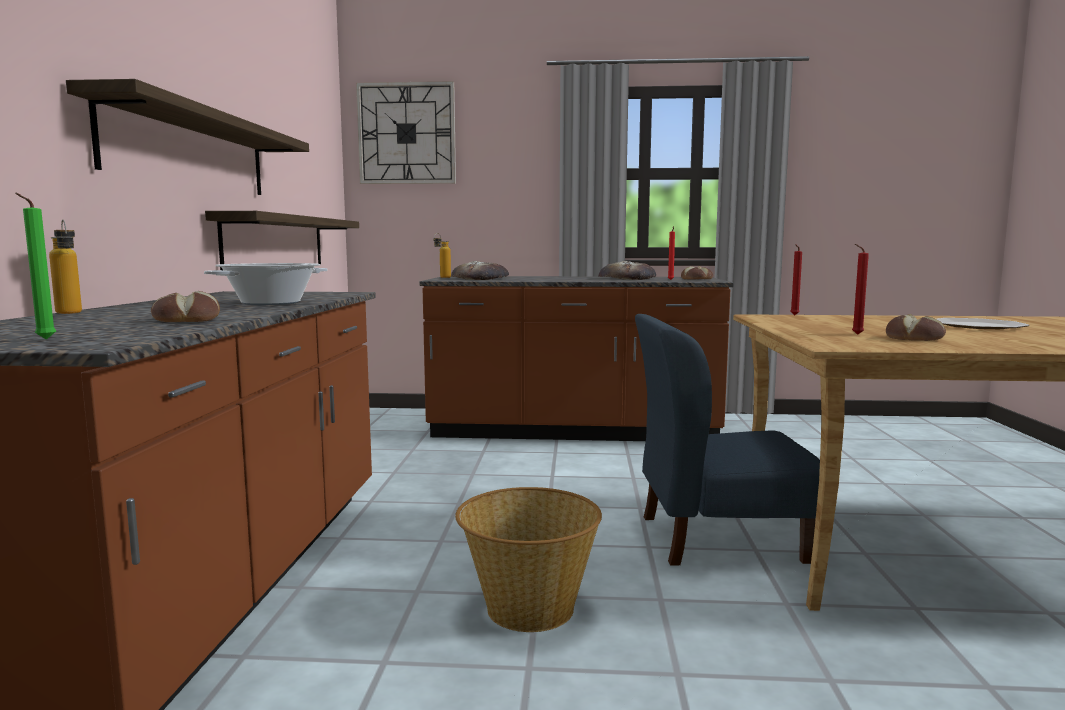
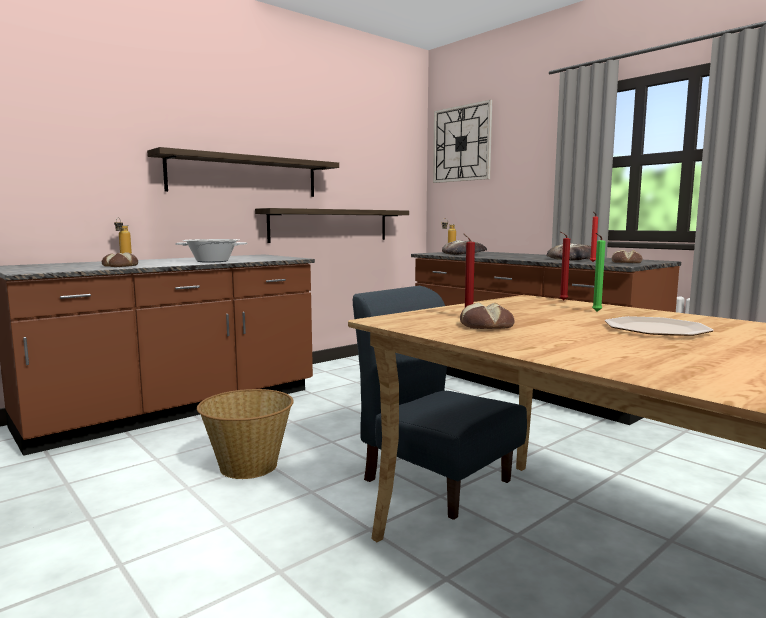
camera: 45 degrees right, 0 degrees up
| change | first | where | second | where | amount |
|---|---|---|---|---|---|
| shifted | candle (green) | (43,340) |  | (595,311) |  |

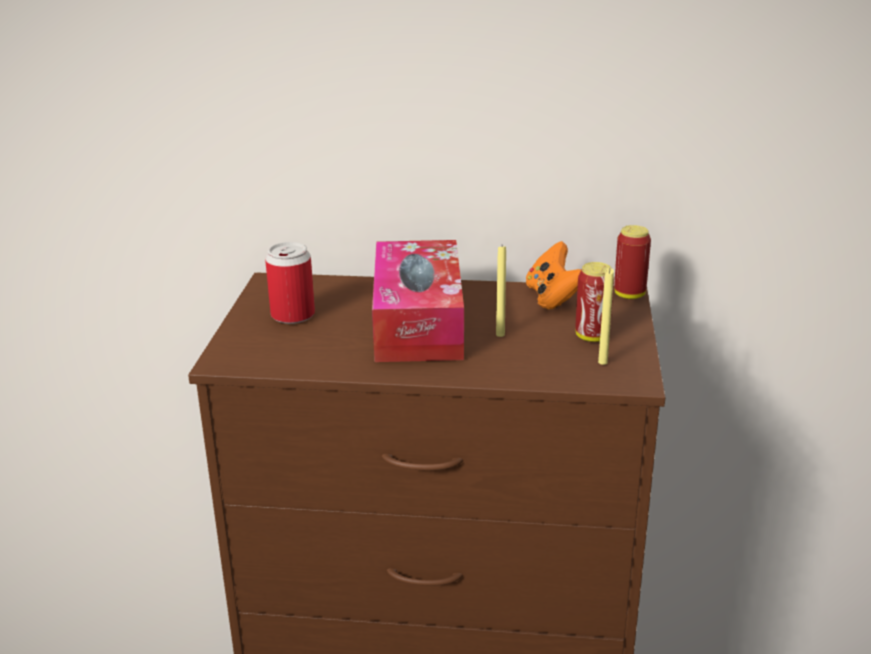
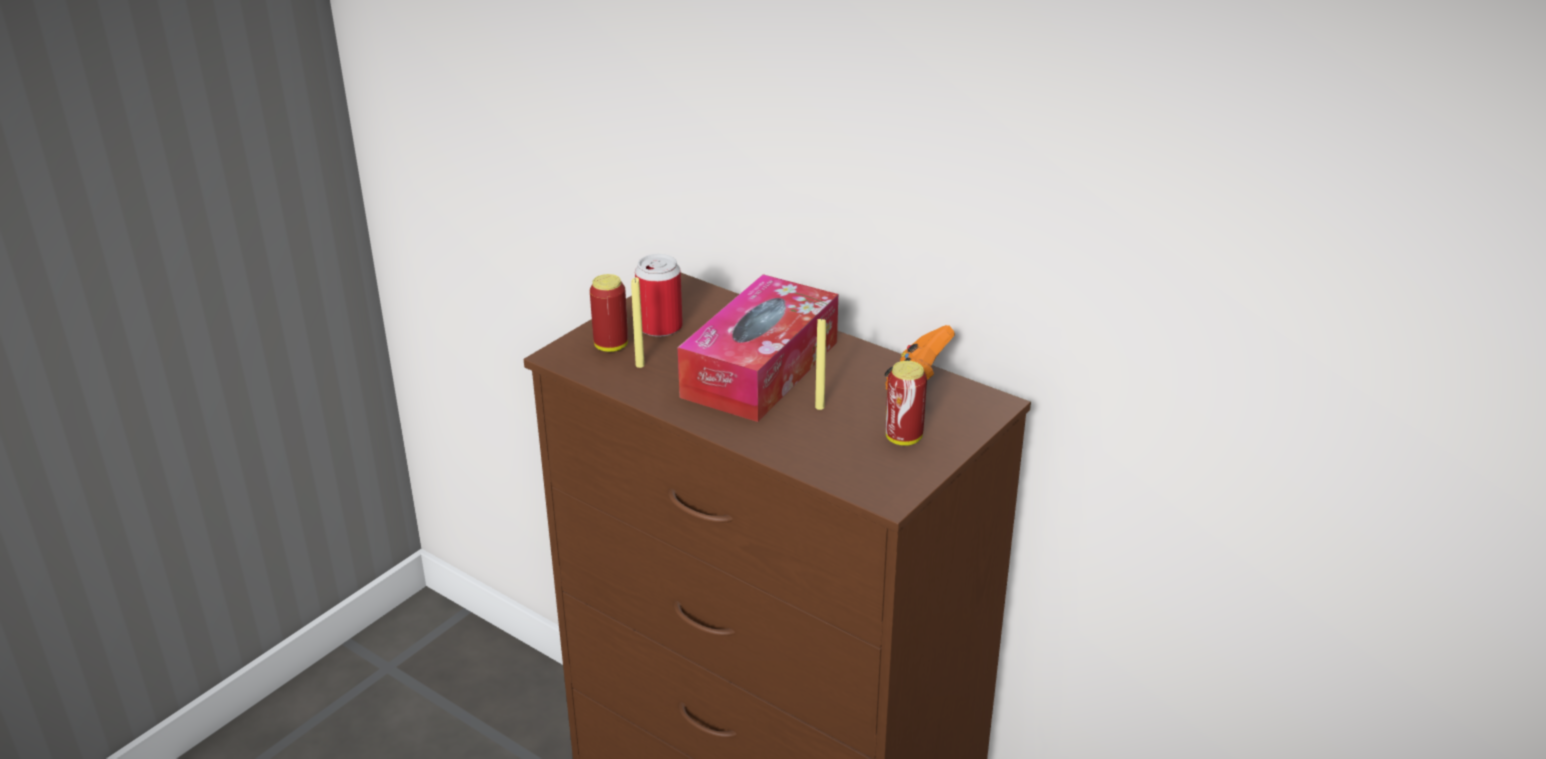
camera: 30 degrees right, 5 degrees up
| change | first | where | second | where | amount |
|---|---|---|---|---|---|
| shifted | metal can | (629,295) |  | (611,346) |  |
| shifted | candle (yellow) | (602,362) |  | (640,365) |  |

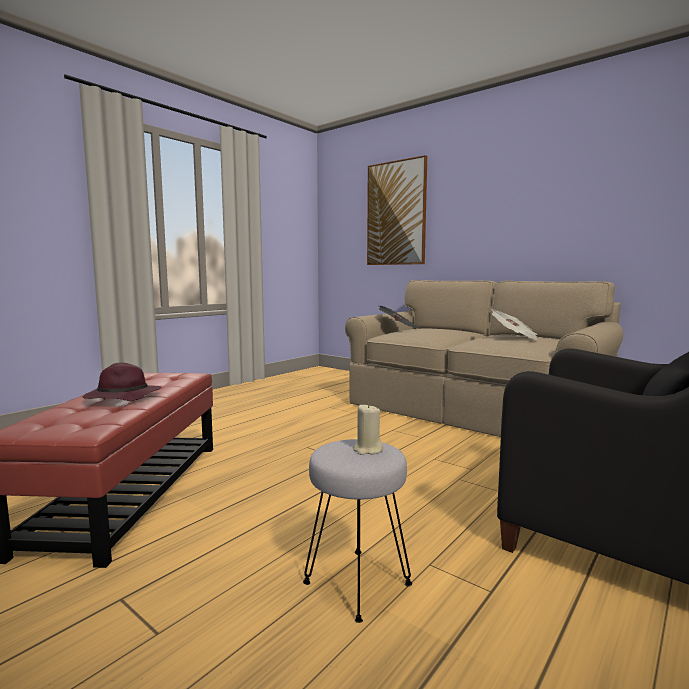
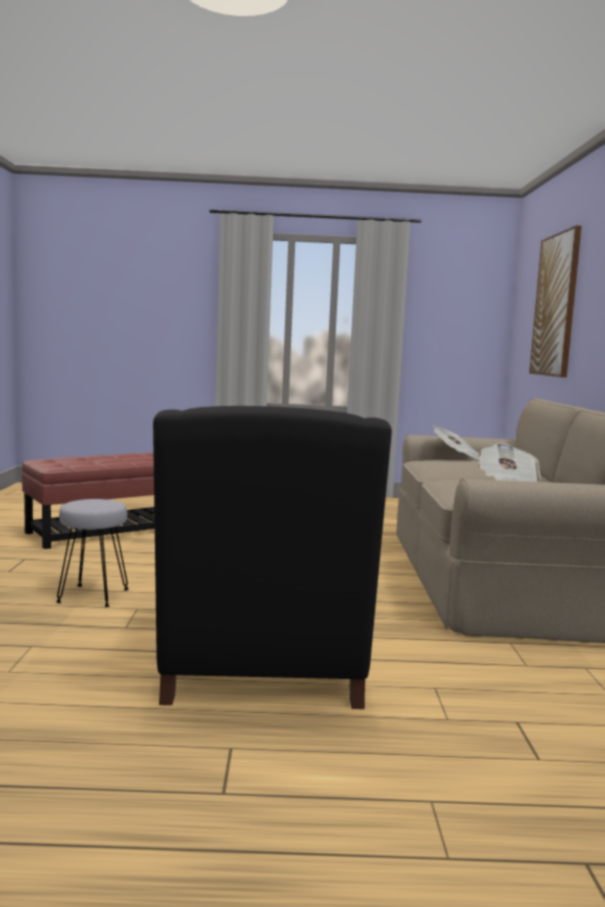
camera: 50 degrees right, 0 degrees up
| change | first | where | second | where | amount |
|---|---|---|---|---|---|
| gone | clothing hat (purple) | (122,397) |  |  |  |
| gone | candle (sand-coloured) | (367,450) |  |  |  |

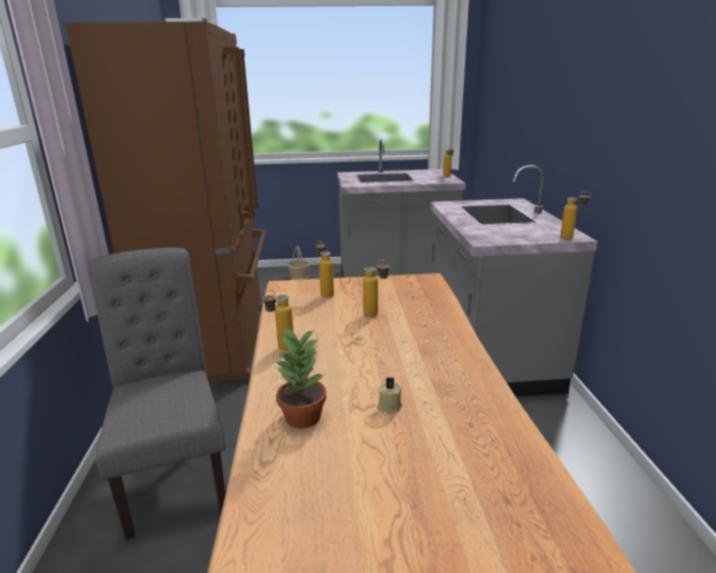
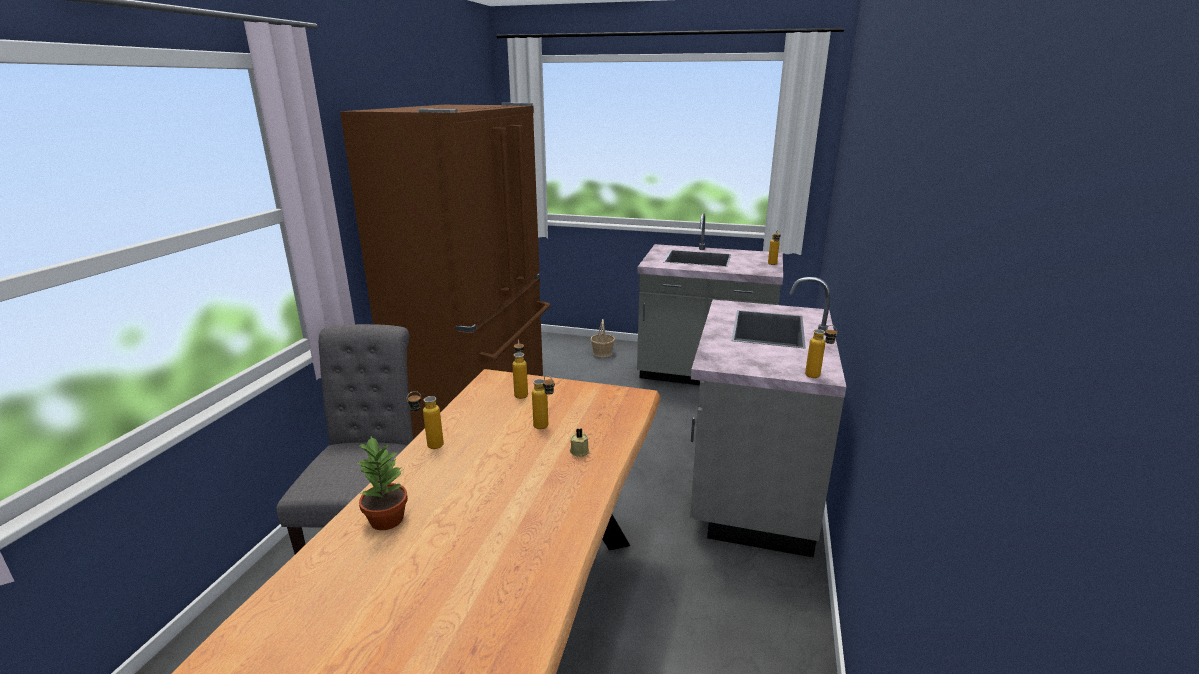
camera: 20 degrees right, 0 degrees up
| change | first | where | second | where | amount |
|---|---|---|---|---|---|
| shifted | candle (sand-coloured) | (389,405) |  | (580,451) |  |

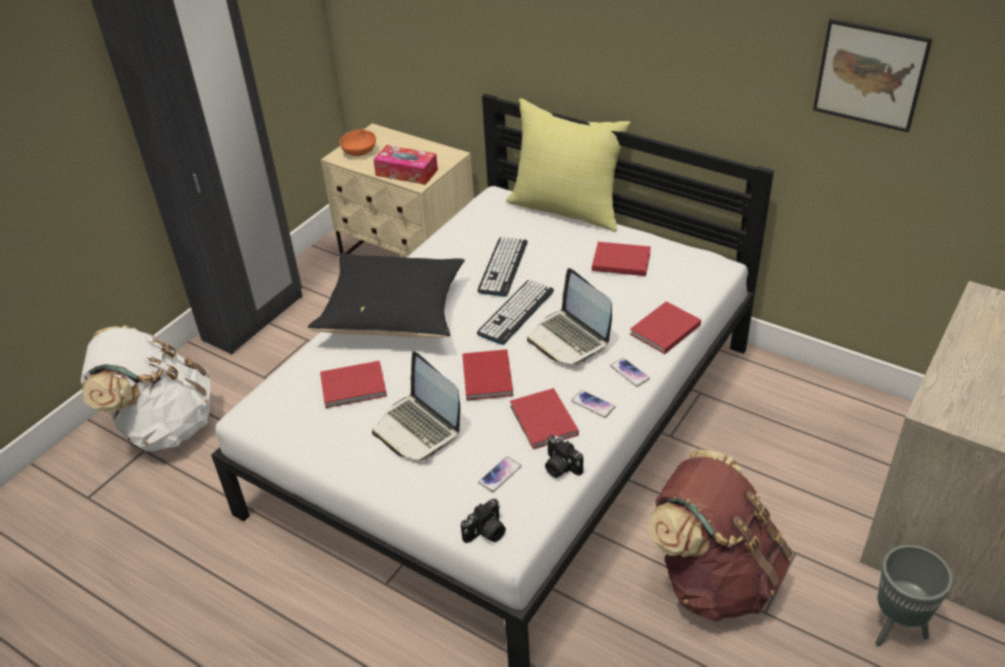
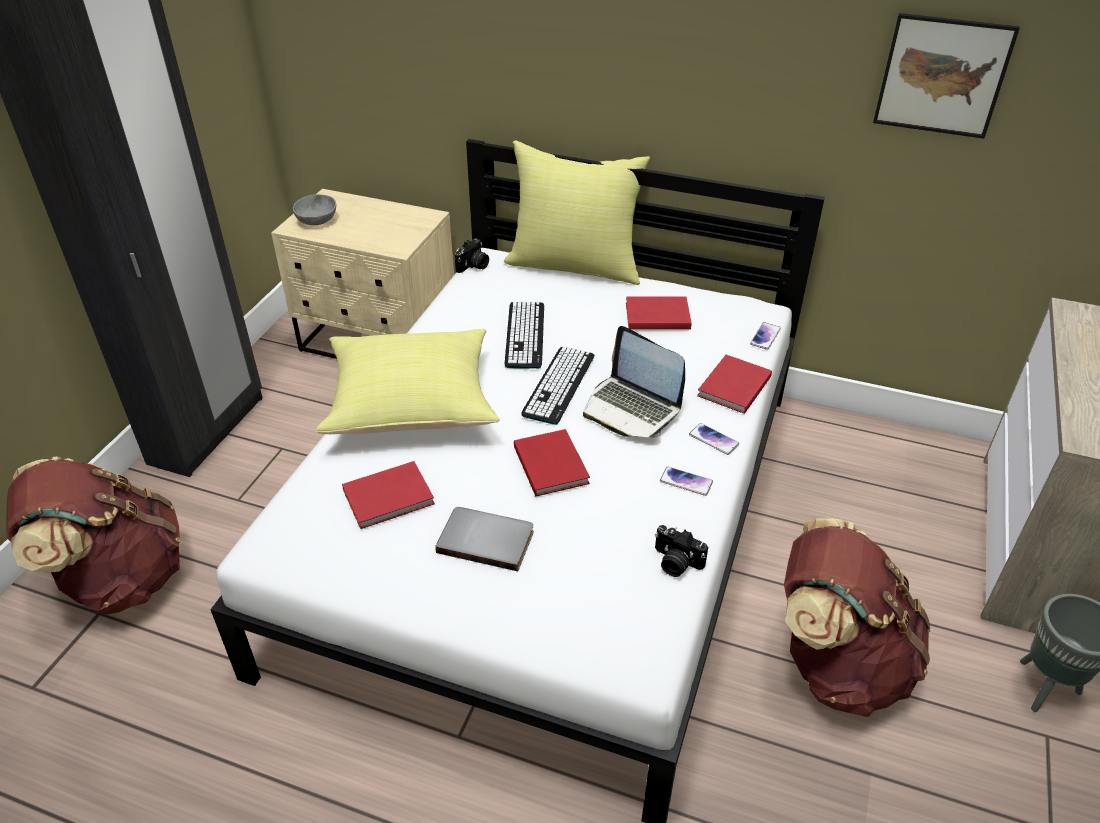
camera: 15 degrees left, 0 degrees up
| change | first | where | second | where | amount |
|---|---|---|---|---|---|
| repainted | rucksack (white-coloured) | (164,426) | rucksack (brown-coloured) | (119,578) |  |
| repainted | bowl (orange) | (360,152) | bowl (grey) | (317,221) |  |
| repainted | throw pillow (black) | (394,315) | throw pillow (yellow) | (413,404) |  |
| swapped | notebook computer | (418,428) | book (grey) | (487,539) |  |
| shifted | photo camera | (486,533) |  | (473,266) |  |
| shifted | phone | (500,475) |  | (765,336) |  |
| gone | box of tissues | (406,172) |  |  |  |
| gone | book (red-coloured) | (543,422) |  |  |  |

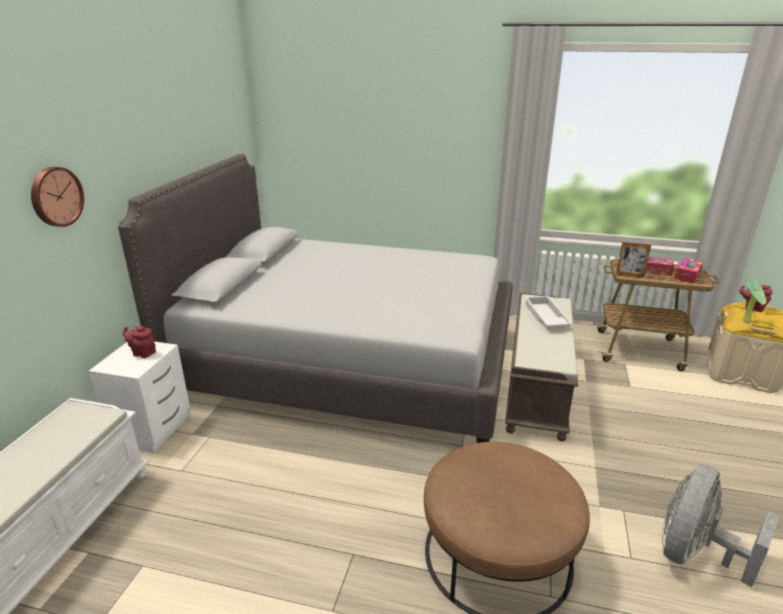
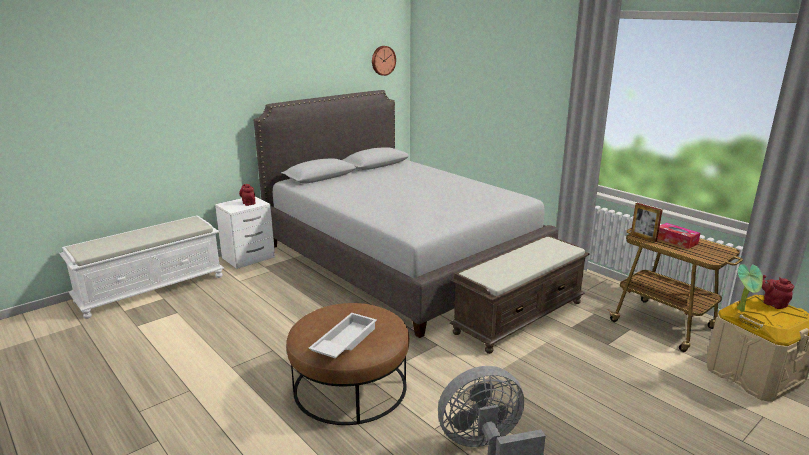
camera: 35 degrees right, 5 degrees down
| change | first | where | second | where | amount |
|---|---|---|---|---|---|
| shifted | carrying tray (white-coloured) | (545,317) |  | (344,341) |  |
| shifted | wall clock | (55,196) |  | (383,60) |  |
| gone | box of tissues | (687,275) |  |  |  |

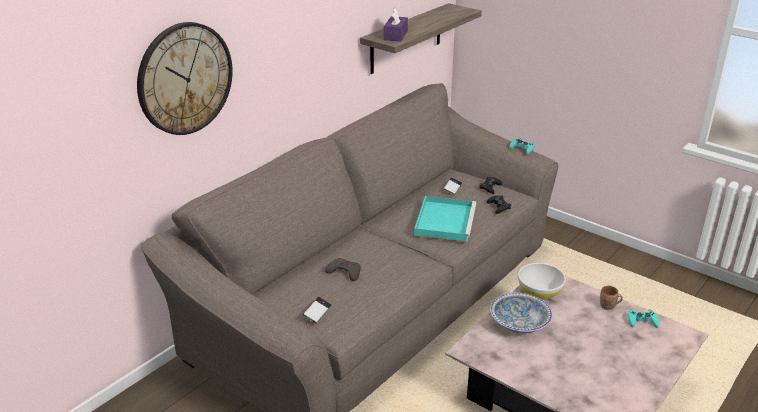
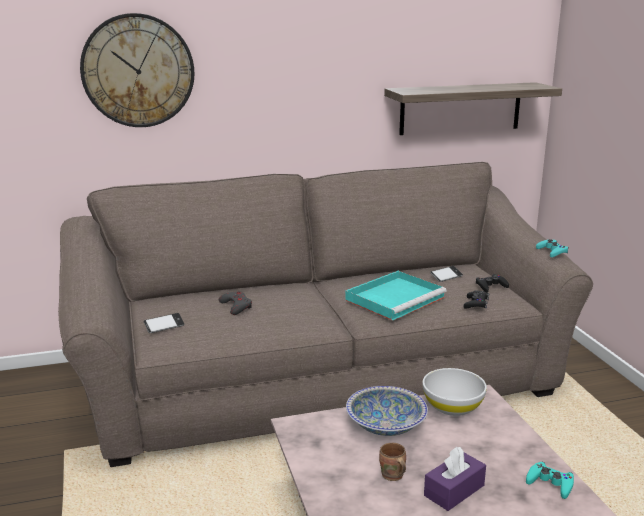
camera: 35 degrees right, 10 degrees down
| change | first | where | second | where | amount |
|---|---|---|---|---|---|
| shifted | mug (brown-coloured) | (608,307) |  | (392,476) |  |
| shifted | box of tissues (purple) | (395,35) |  | (454,490) |  |

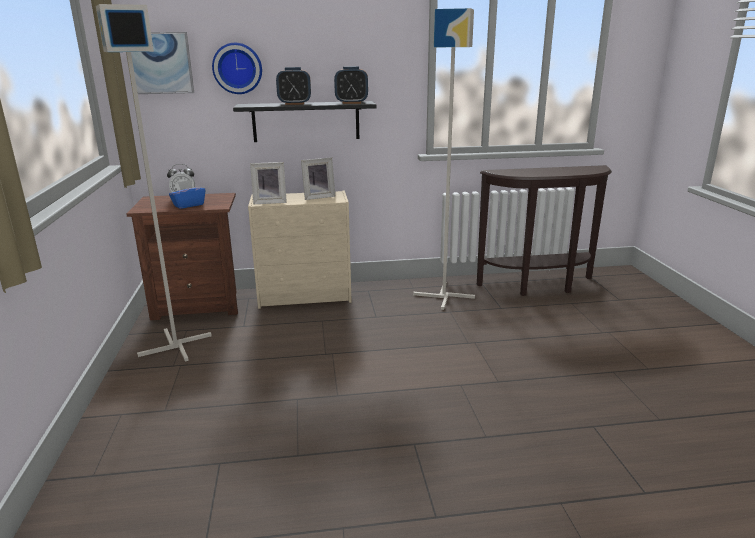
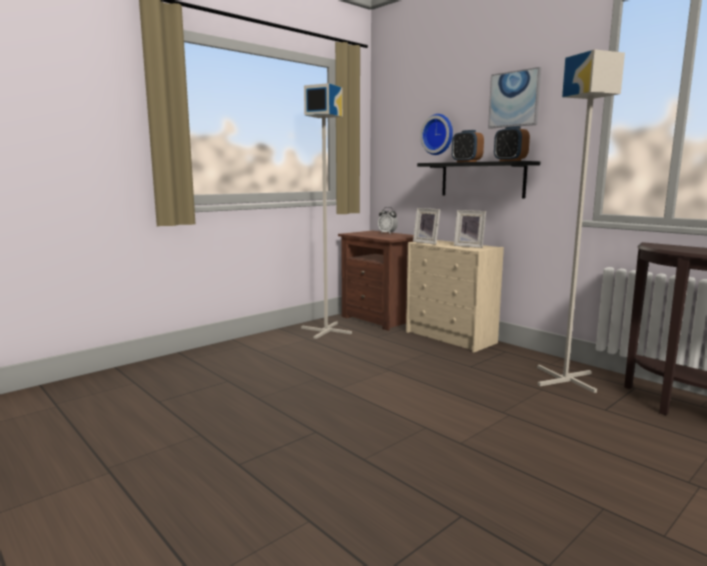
camera: 55 degrees right, 10 degrees down
| change | first | where | second | where | amount |
|---|---|---|---|---|---|
| shifted | wall art | (161,63) |  | (514,99) |  |
| gone | box of tissues (bluish) | (188,205) |  |  |  |

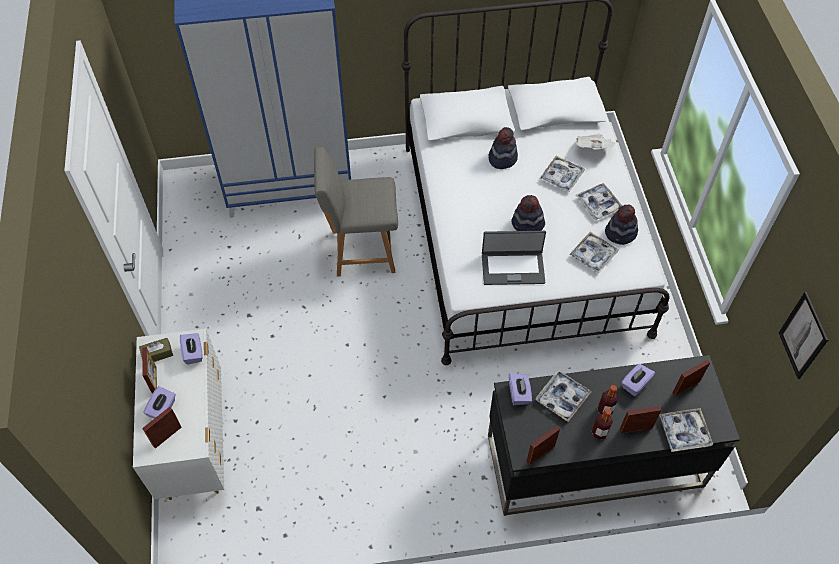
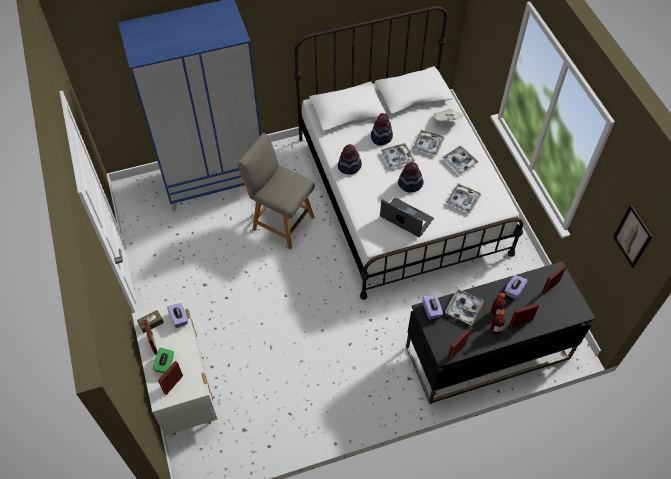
camera: 10 degrees left, 0 degrees up
| change | first | where | second | where | amount |
|---|---|---|---|---|---|
| repainted | box of tissues (purple) | (163,409) | box of tissues (green) | (165,364) |  |
| rotated | chair (grey) | (361,251) |  | (281,222) | 45 degrees clockwise |
| shifted | clothing hat | (621,233) |  | (349,166) |  |
| rotated | notebook computer | (512,268) |  | (406,218) | 135 degrees counterclockwise |
| shifted | carrying tray | (684,432) |  | (397,158) |  |

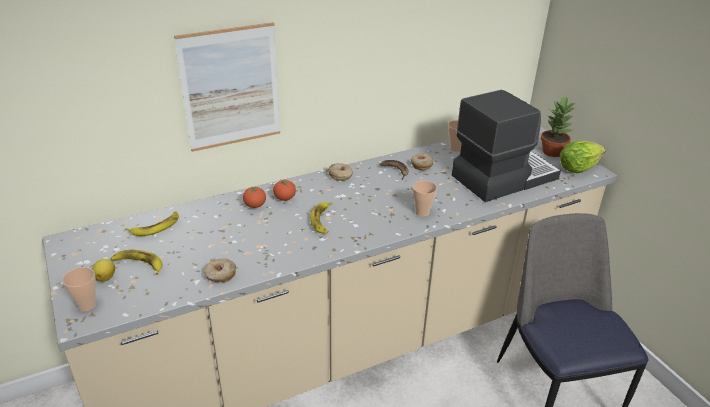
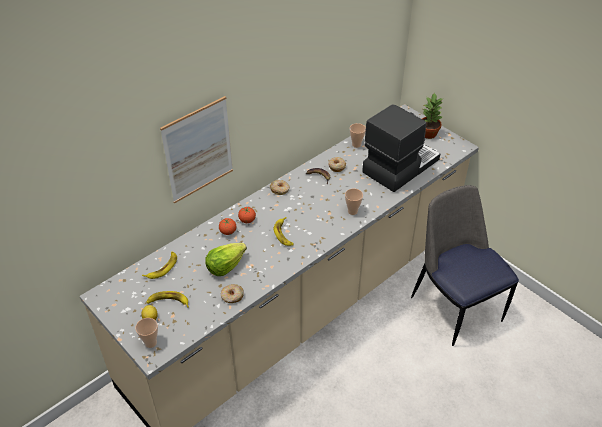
camera: 15 degrees left, 10 degrees up
| change | first | where | second | where | amount |
|---|---|---|---|---|---|
| shifted | head of lettuce | (577,168) |  | (225,266) |  |

